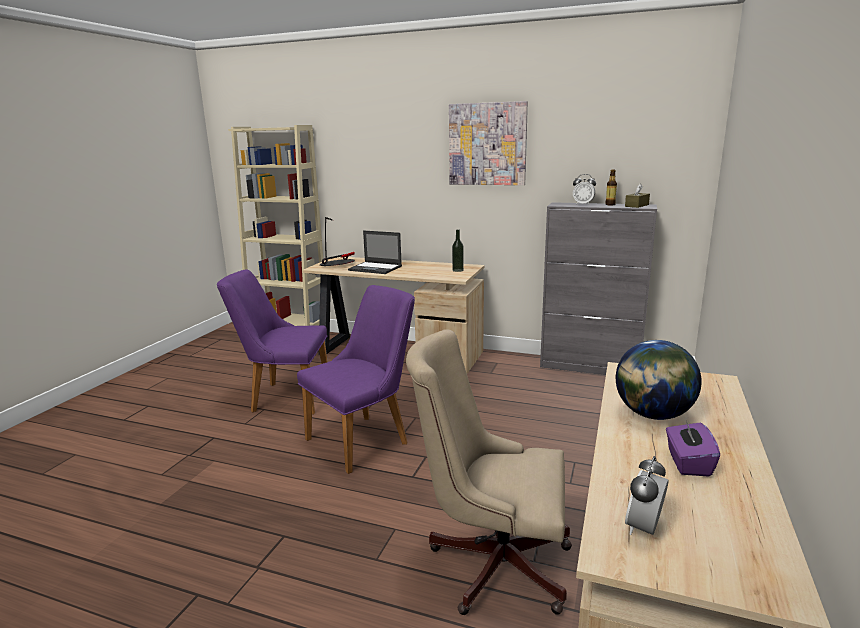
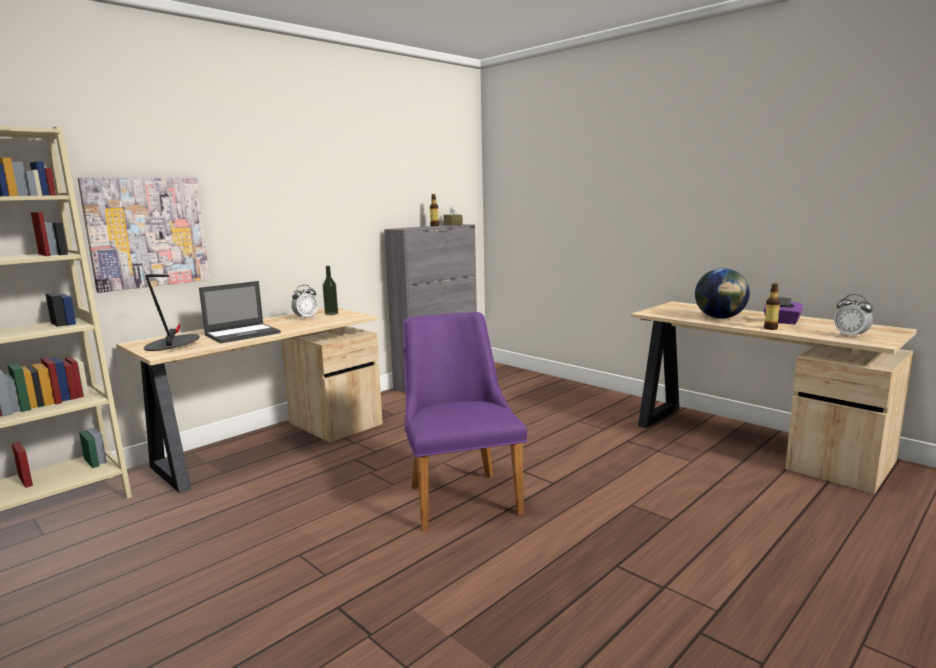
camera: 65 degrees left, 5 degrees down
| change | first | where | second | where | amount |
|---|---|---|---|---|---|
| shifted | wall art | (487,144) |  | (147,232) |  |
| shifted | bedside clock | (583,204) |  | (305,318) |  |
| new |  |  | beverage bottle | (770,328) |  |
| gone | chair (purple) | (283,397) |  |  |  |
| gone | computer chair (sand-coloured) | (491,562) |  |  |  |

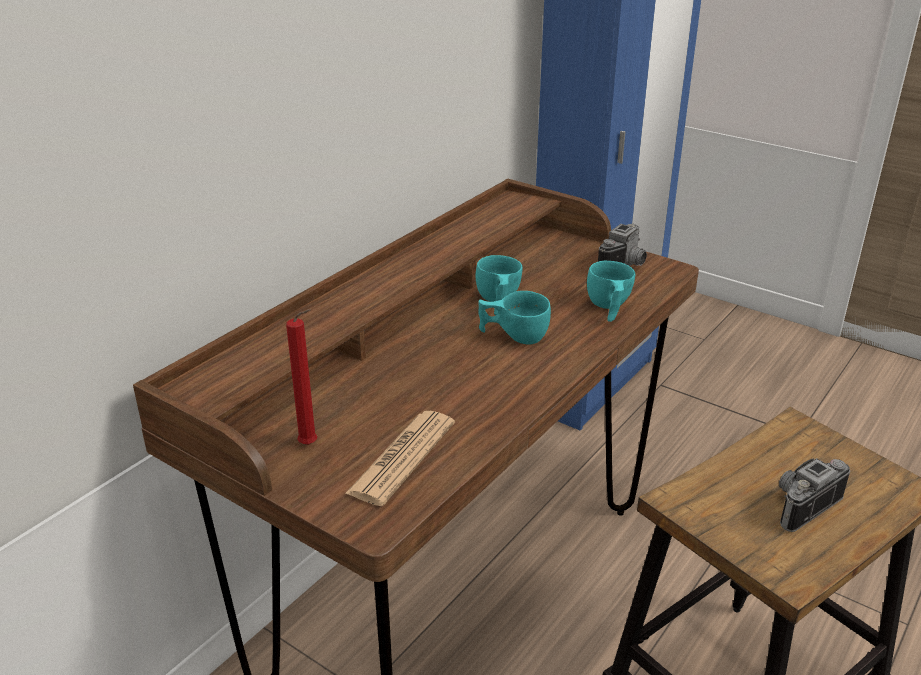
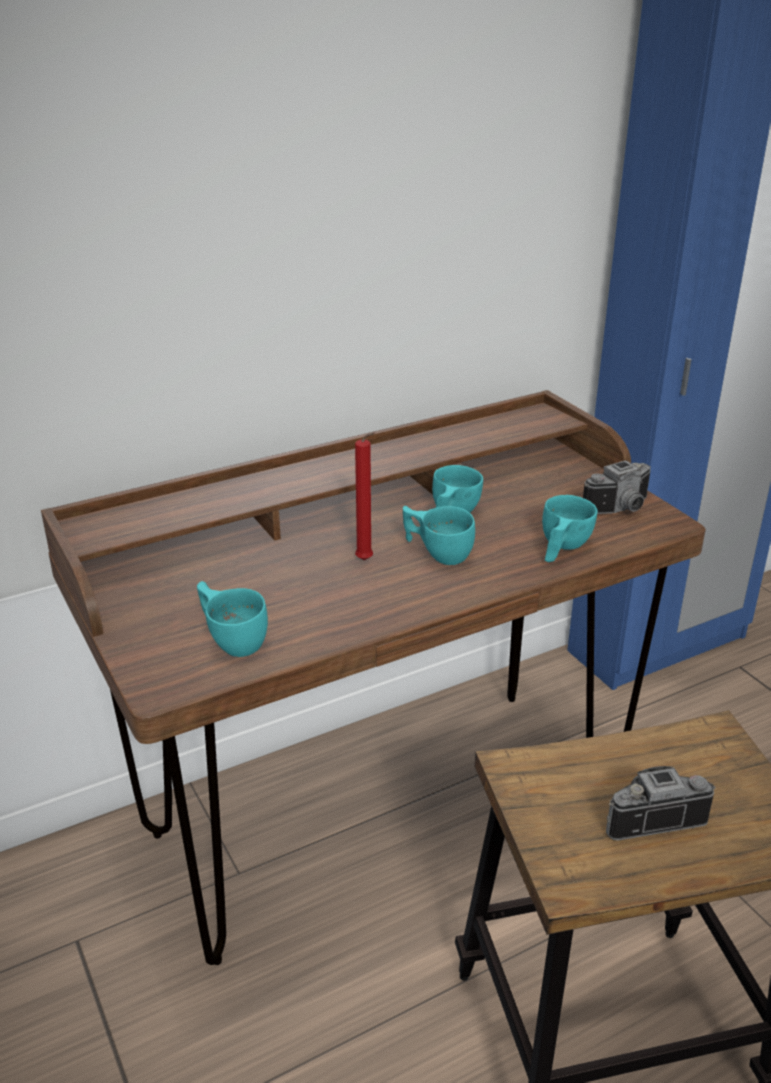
camera: 25 degrees right, 0 degrees up
| change | first | where | second | where | amount |
|---|---|---|---|---|---|
| swapped | newspaper | (402,458) | cup (blue-green) | (232,638) |  |
| shifted | candle (red-coloured) | (311,445) |  | (366,561) |  |

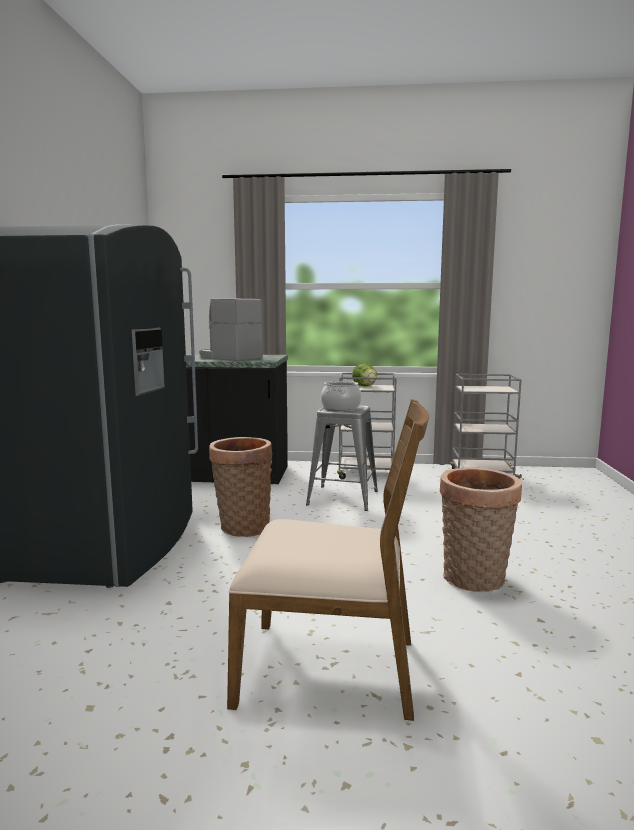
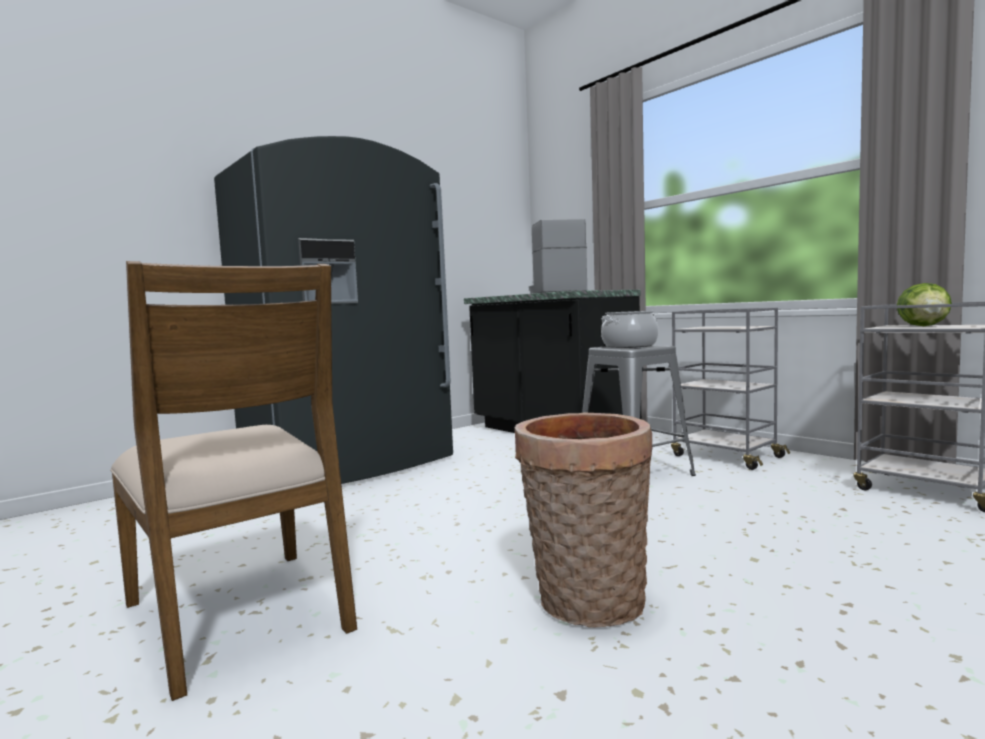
camera: 45 degrees right, 5 degrees down
| change | first | where | second | where | amount |
|---|---|---|---|---|---|
| shifted | head of lettuce | (365,386) |  | (924,326) |  |
| gone | basket | (242,527) |  |  |  |

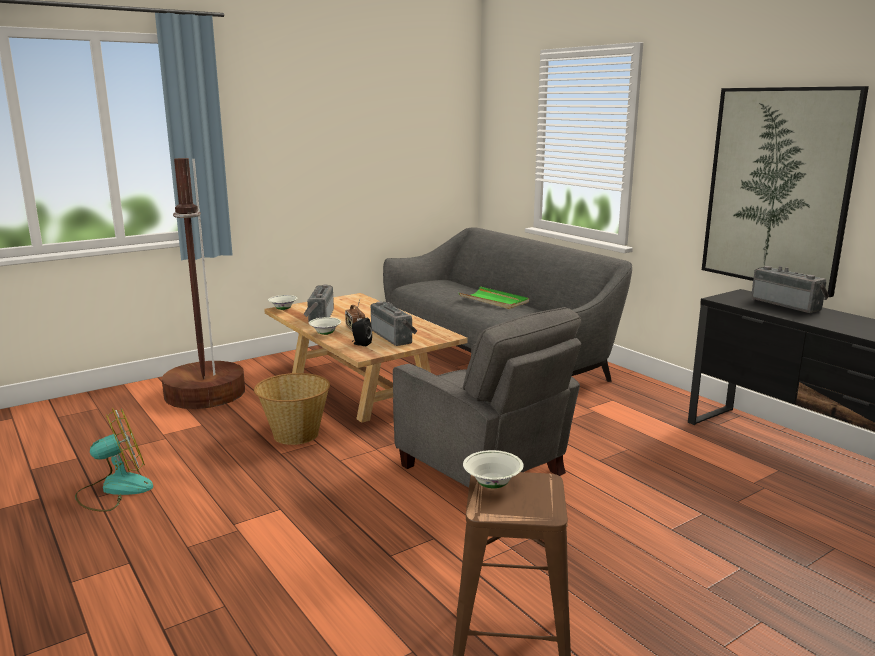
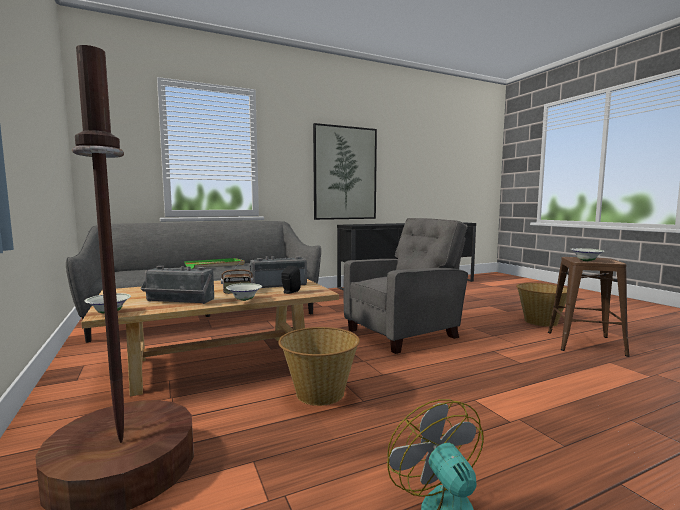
camera: 80 degrees left, 10 degrees down
| change | first | where | second | where | amount |
|---|---|---|---|---|---|
| new |  |  | basket | (541,321) |  |
| gone | radio | (787,304) |  |  |  |

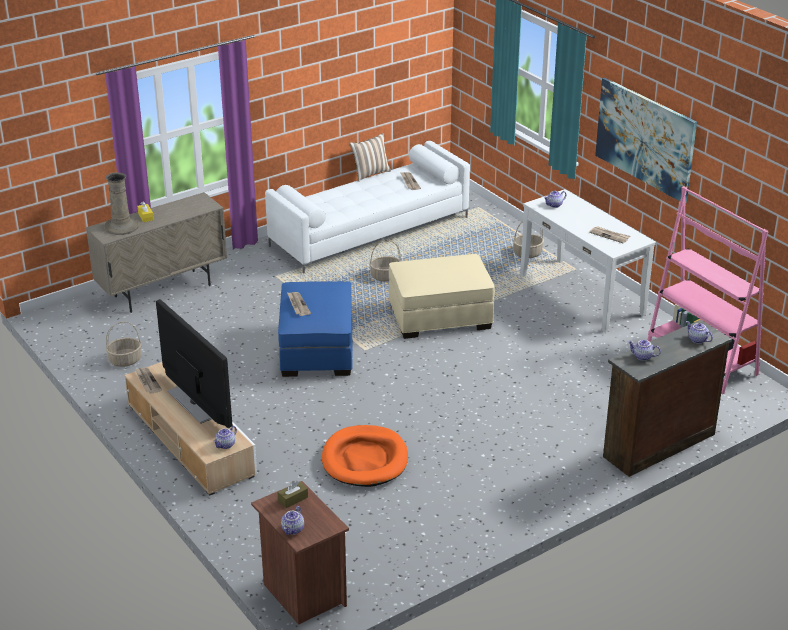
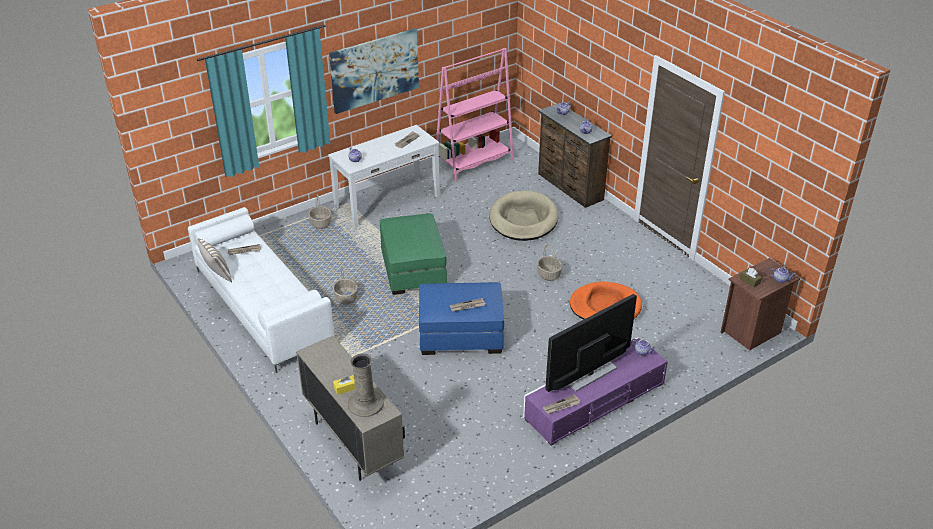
camera: 90 degrees left, 5 degrees up
| change | first | where | second | where | amount |
|---|---|---|---|---|---|
| repainted | pouffe (sand-coloured) | (441,316) | pouffe (green) | (413,269) |  |
| new |  |  | dog bed (sand-coloured) | (523,219) |  |
| repainted | media console (sand-coloured) | (190,439) | media console (purple) | (594,401) |  |
| shifted | basket | (125,360) |  | (549,275) |  |

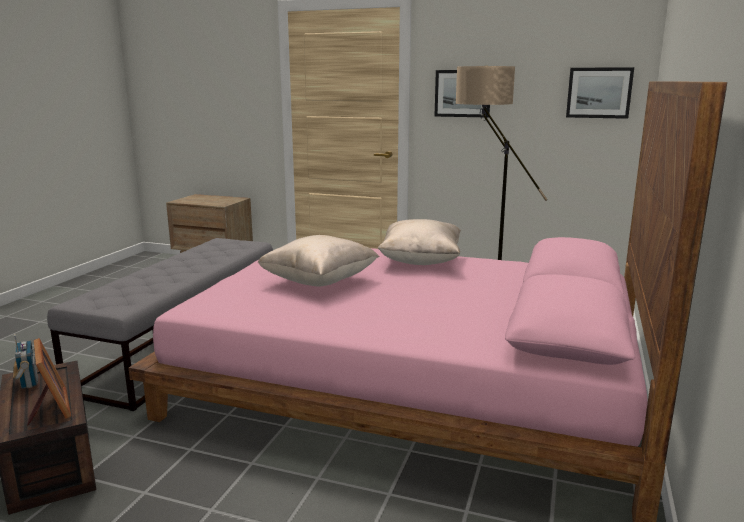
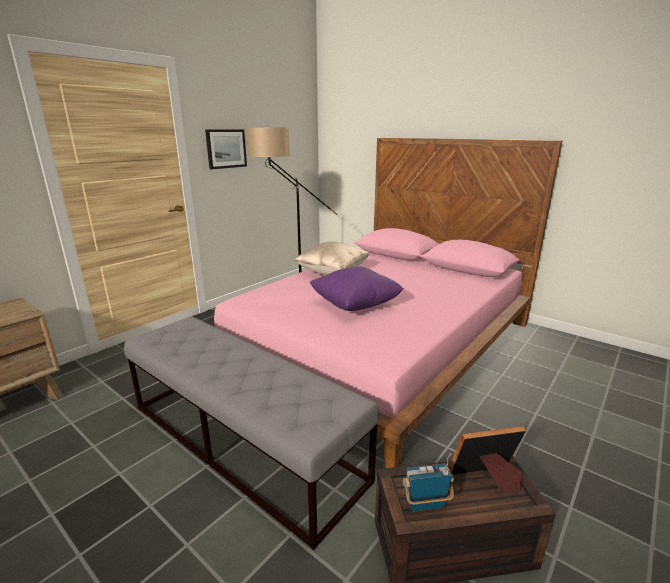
camera: 70 degrees left, 5 degrees up
| change | first | where | second | where | amount |
|---|---|---|---|---|---|
| repainted | throw pillow (sand-coloured) | (319,282) | throw pillow (purple) | (355,305) |  |
| gone | wall art | (599,93) |  |  |  |

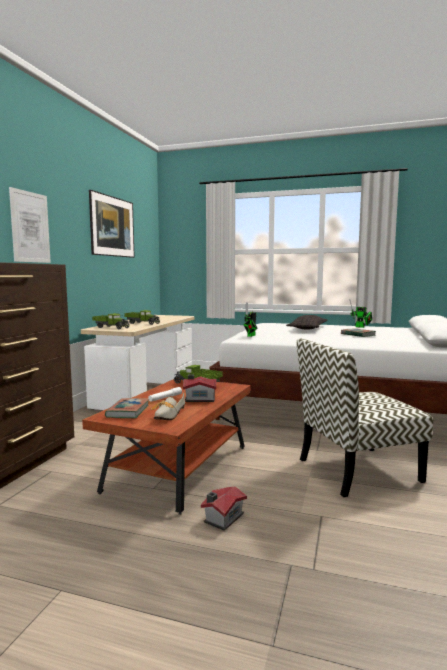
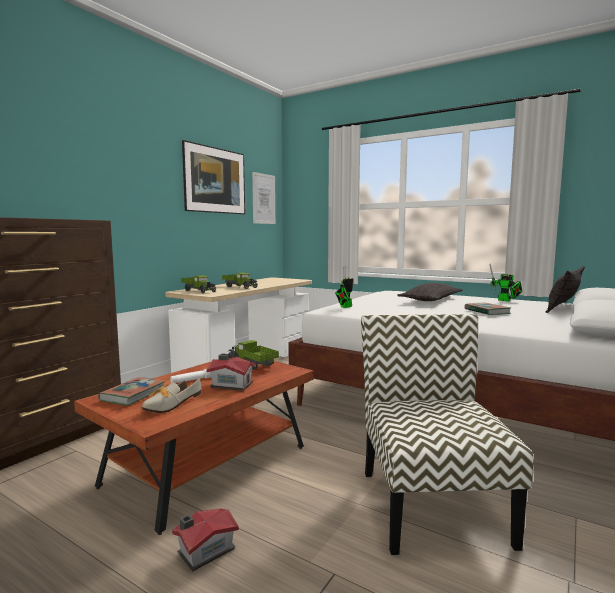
camera: 15 degrees right, 0 degrees up
| change | first | where | second | where | amount |
|---|---|---|---|---|---|
| shifted | wall art | (30,227) |  | (263,199) |  |
| rotated | chair | (357,470) |  | (431,504) | 90 degrees clockwise |
| new |  |  | throw pillow | (563,308) |  |

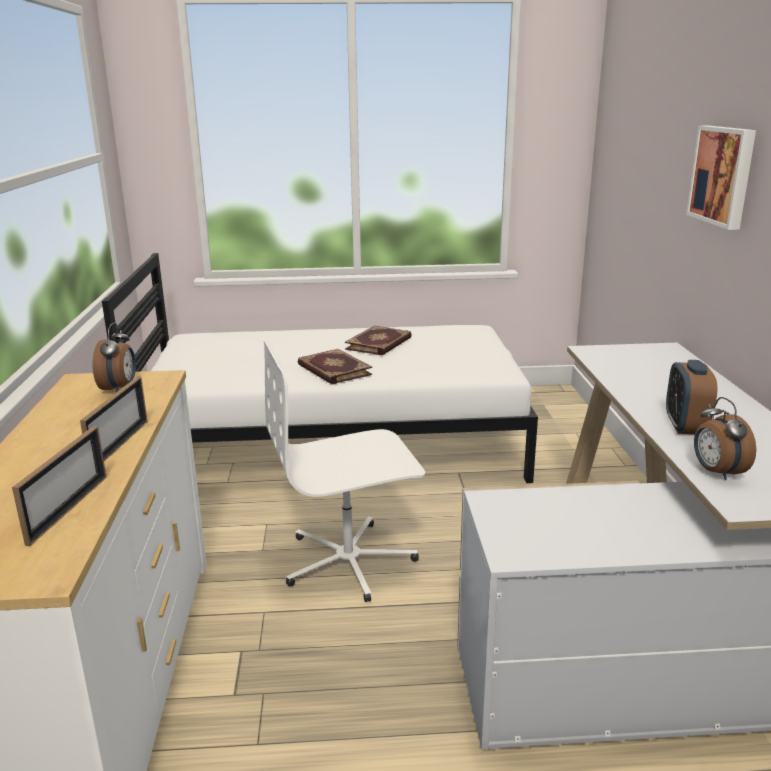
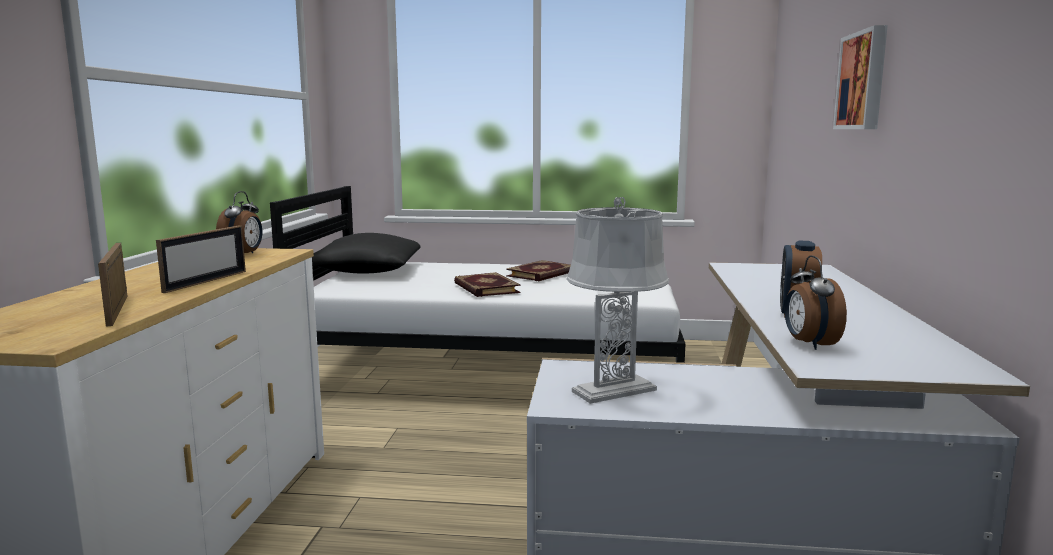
camera: 10 degrees right, 10 degrees down
| change | first | where | second | where | amount |
|---|---|---|---|---|---|
| rotated | photo frame | (68,508) |  | (117,310) | 135 degrees clockwise |
| new |  |  | throw pillow (black) | (367,271) |  |
| new |  |  | table lamp (grey) | (614,391) |  |
| gone | computer chair (white-coloured) | (349,561) |  |  |  |

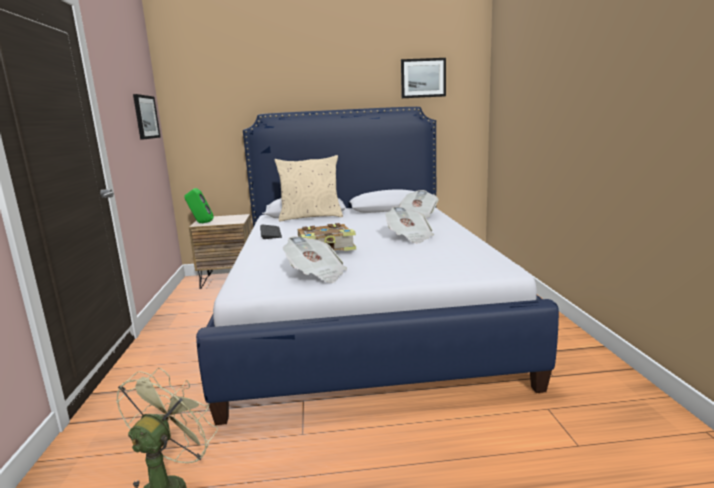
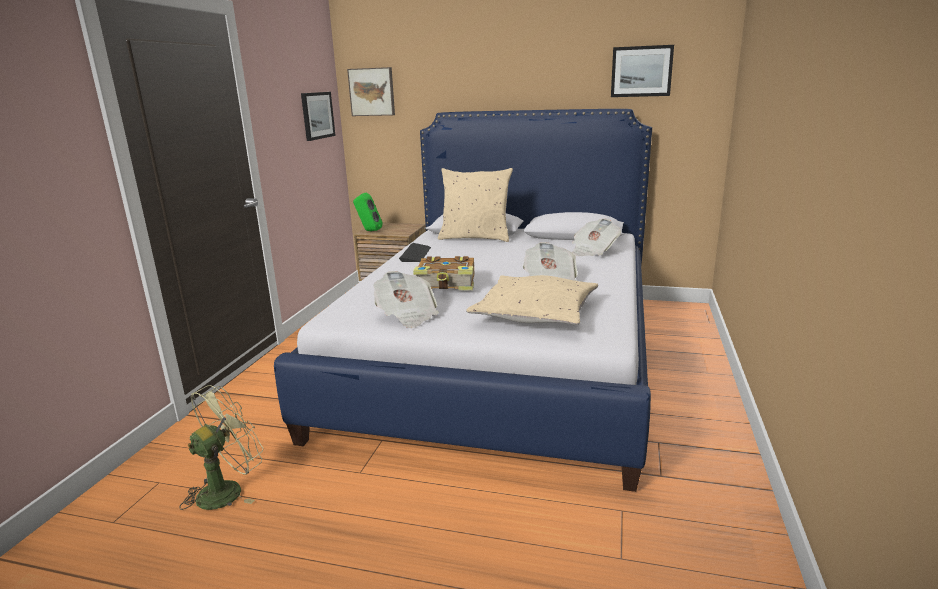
camera: 20 degrees right, 5 degrees up
| change | first | where | second | where | amount |
|---|---|---|---|---|---|
| new |  |  | wall art | (372,92) |  |
| new |  |  | throw pillow (sand-coloured) | (535,313) |  |

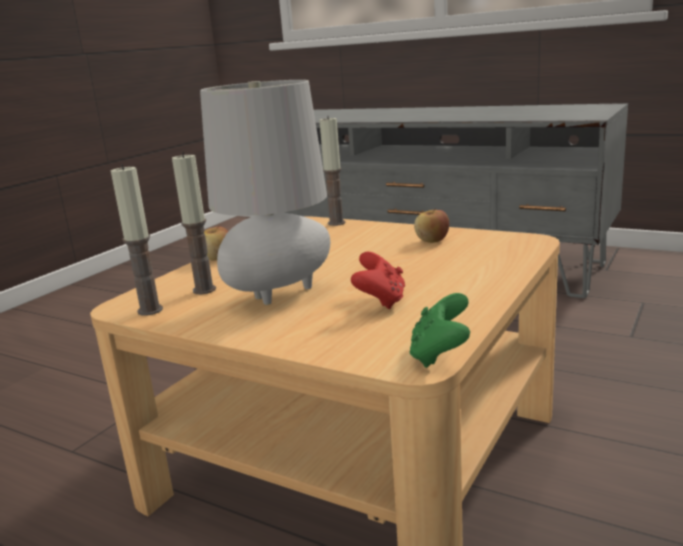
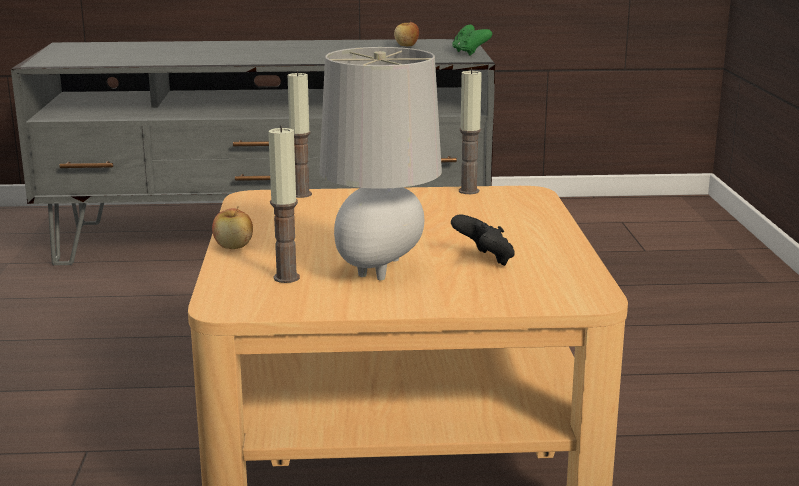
camera: 35 degrees left, 0 degrees up
| change | first | where | second | where | amount |
|---|---|---|---|---|---|
| shifted | apple fruit | (432,241) |  | (406,45) |  |
| repainted | joypad (red-coloured) | (381,301) | joypad (black) | (484,260) |  |
| shifted | joypad (green) | (440,355) |  | (469,53) |  |
| shifted | candle | (150,310) |  | (468,191) |  |

